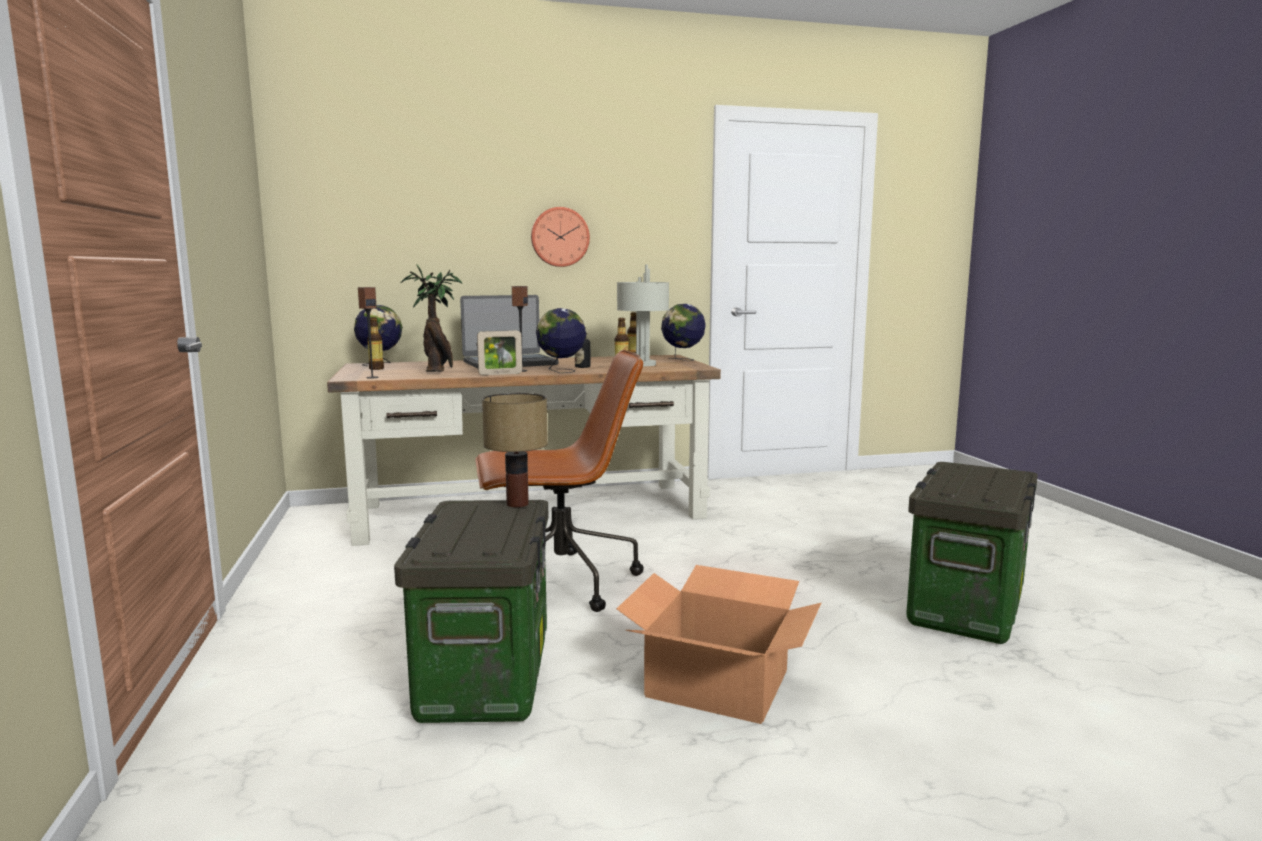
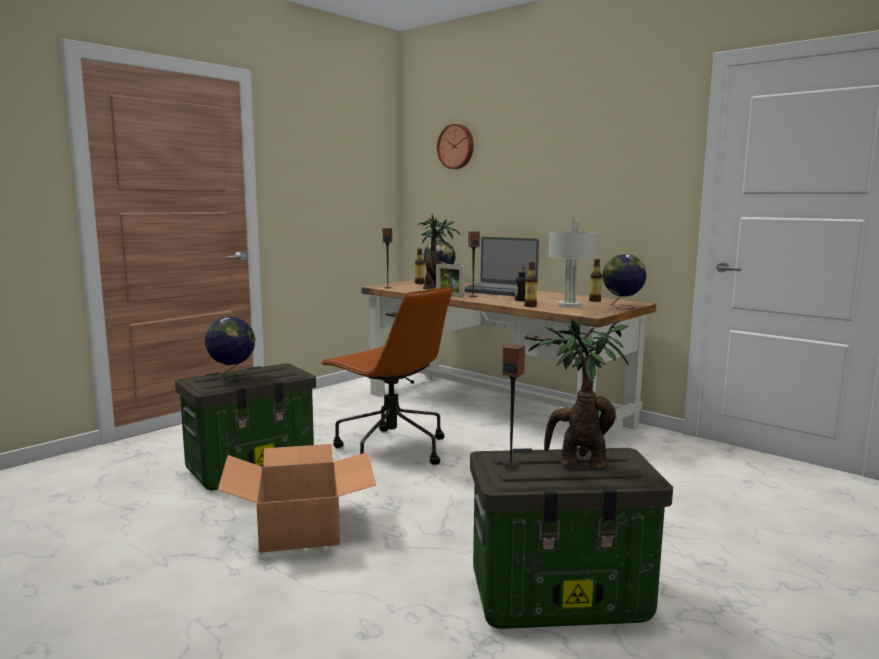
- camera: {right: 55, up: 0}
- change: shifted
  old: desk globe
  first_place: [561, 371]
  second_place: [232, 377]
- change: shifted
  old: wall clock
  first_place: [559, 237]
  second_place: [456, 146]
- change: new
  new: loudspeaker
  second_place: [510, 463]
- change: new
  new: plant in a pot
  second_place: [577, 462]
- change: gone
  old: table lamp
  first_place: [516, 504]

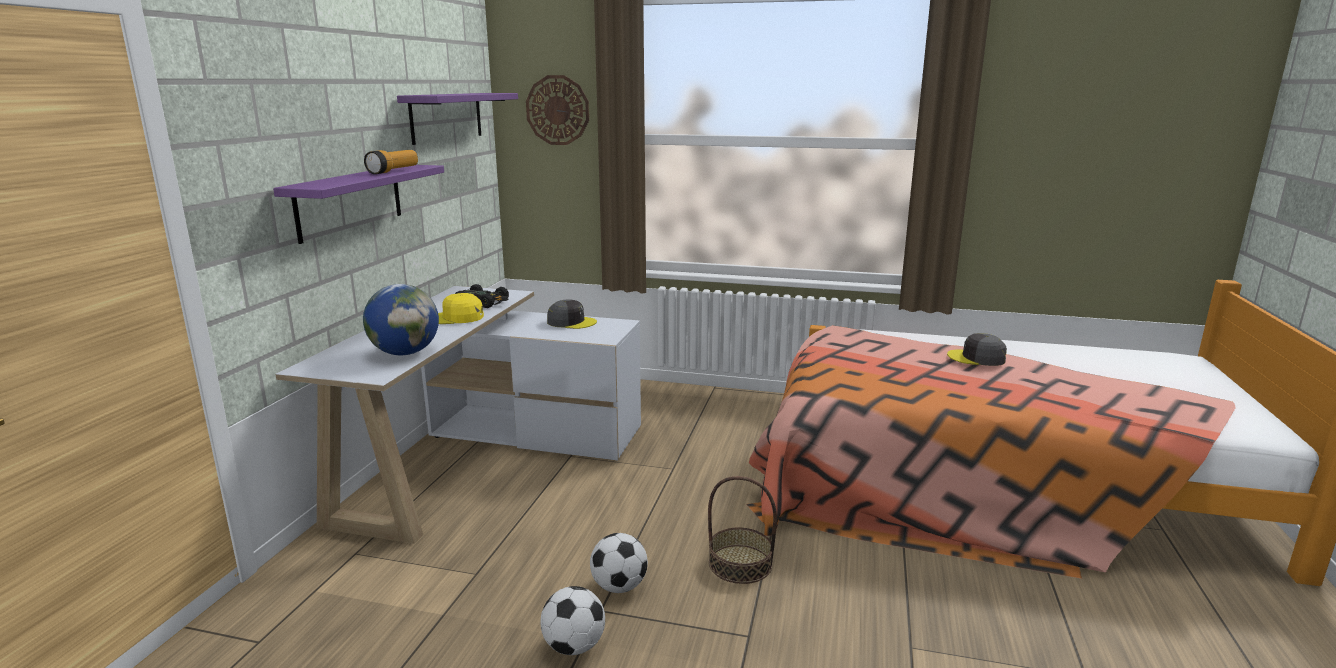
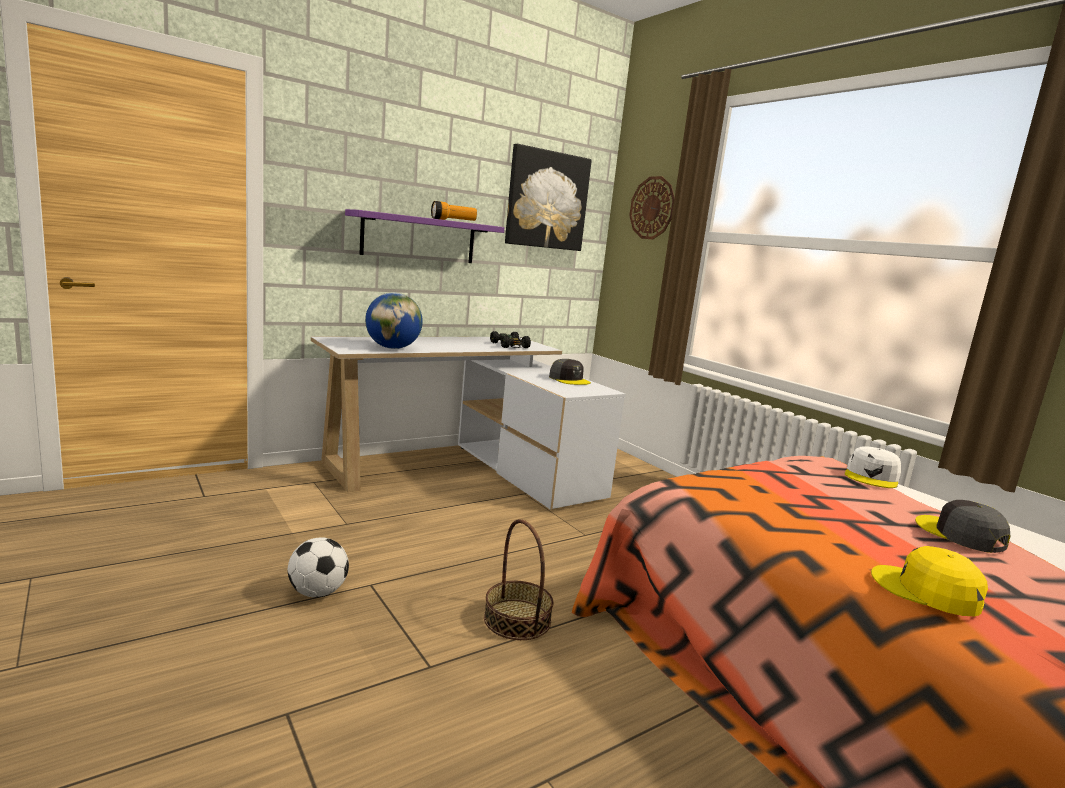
- camera: {right: 40, up: -5}
- change: swapped
  old: purplish wall shelf
  new: picture
  first_place: [446, 117]
  second_place: [547, 200]
- change: new
  new: whitish cap
  second_place: [872, 477]
- change: shifted
  old: yellowish cap
  first_place: [457, 317]
  second_place: [926, 591]
- change: gone
  old: football ball
  first_place: [619, 586]

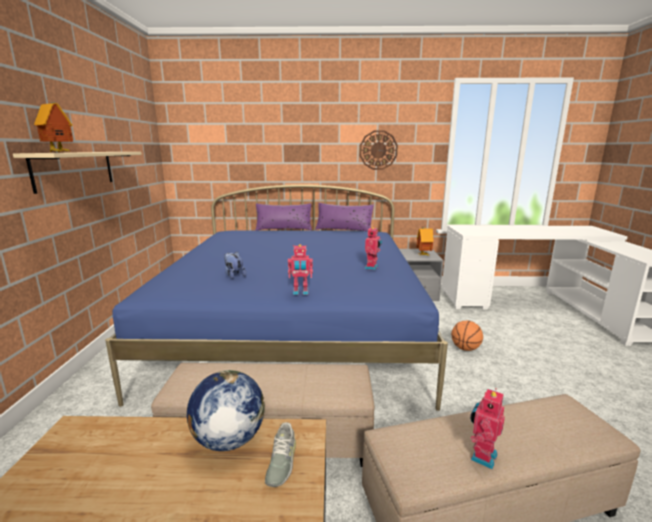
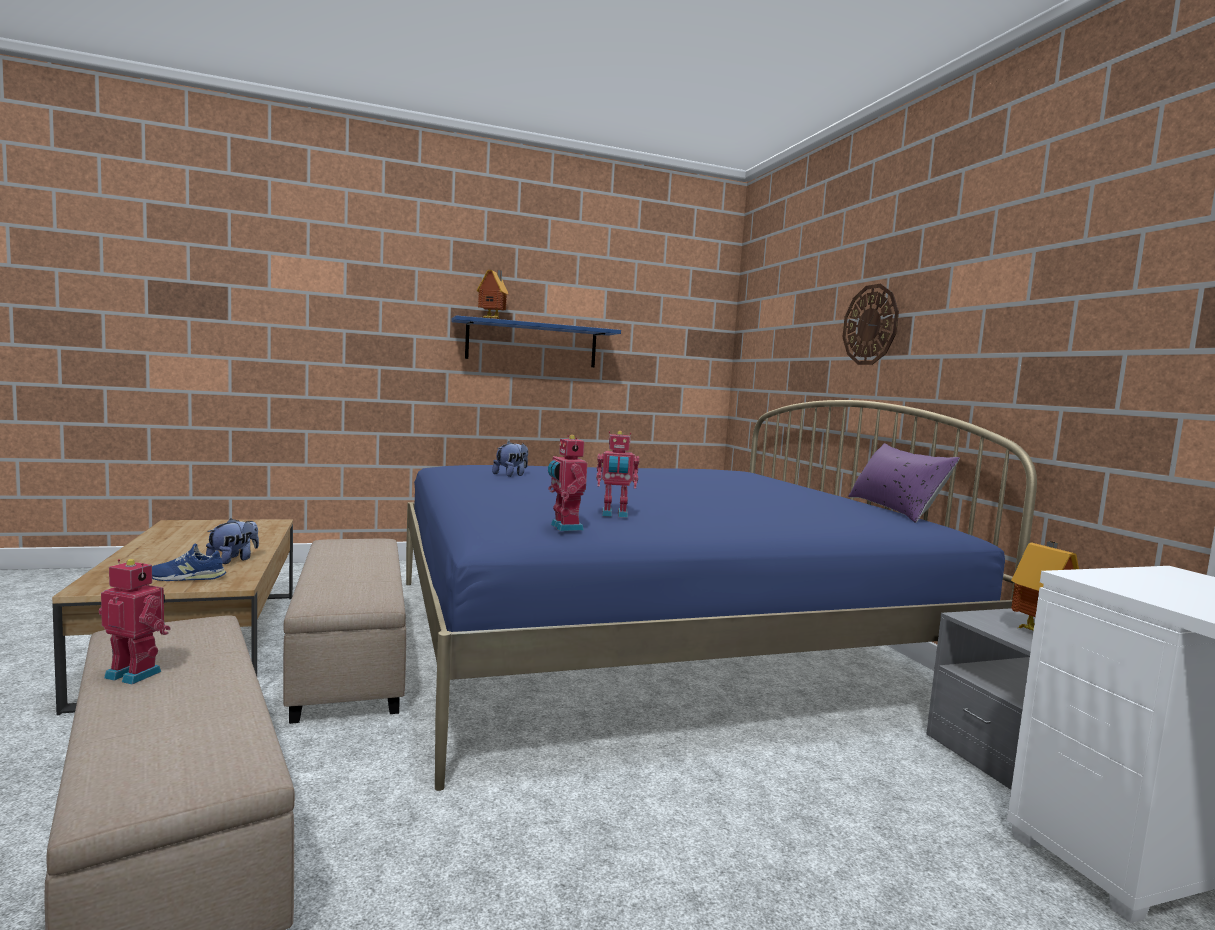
- camera: {right: 70, up: -10}
- change: repainted
  old: greyish shoe
  new: blue shoe
  first_place: [281, 462]
  second_place: [187, 577]
- change: swapped
  old: desk globe
  new: cuddly toy
  first_place: [228, 439]
  second_place: [233, 560]
- change: repainted
  old: beige wall shelf
  new: blue wall shelf
  first_place: [75, 169]
  second_place: [532, 344]
- change: shifted
  old: model robot
  first_place: [300, 292]
  second_place: [564, 527]
- change: shifted
  old: wall clock
  first_place: [378, 150]
  second_place: [870, 325]
- change: gone
  old: purplish pillow
  first_place: [284, 229]
- change: gone
  old: basketball ball
  first_place: [465, 348]

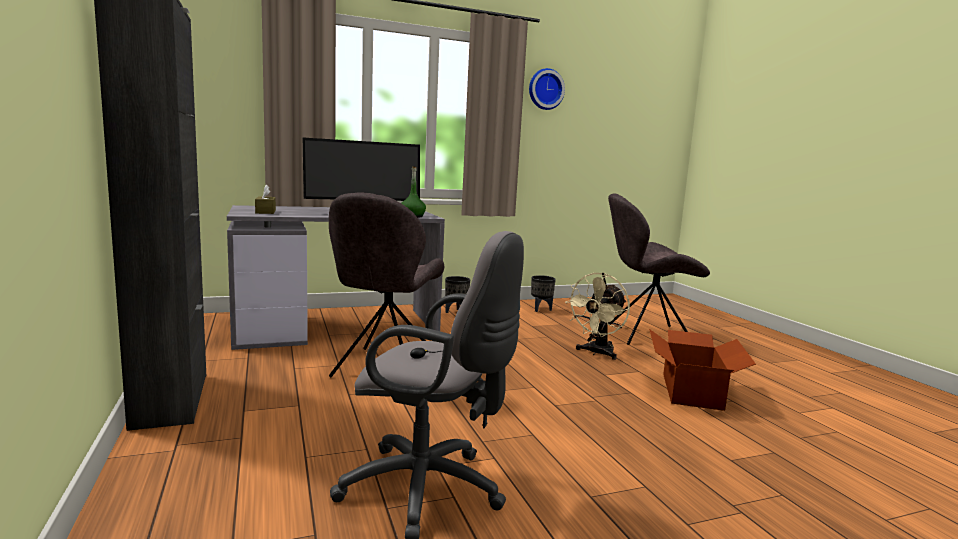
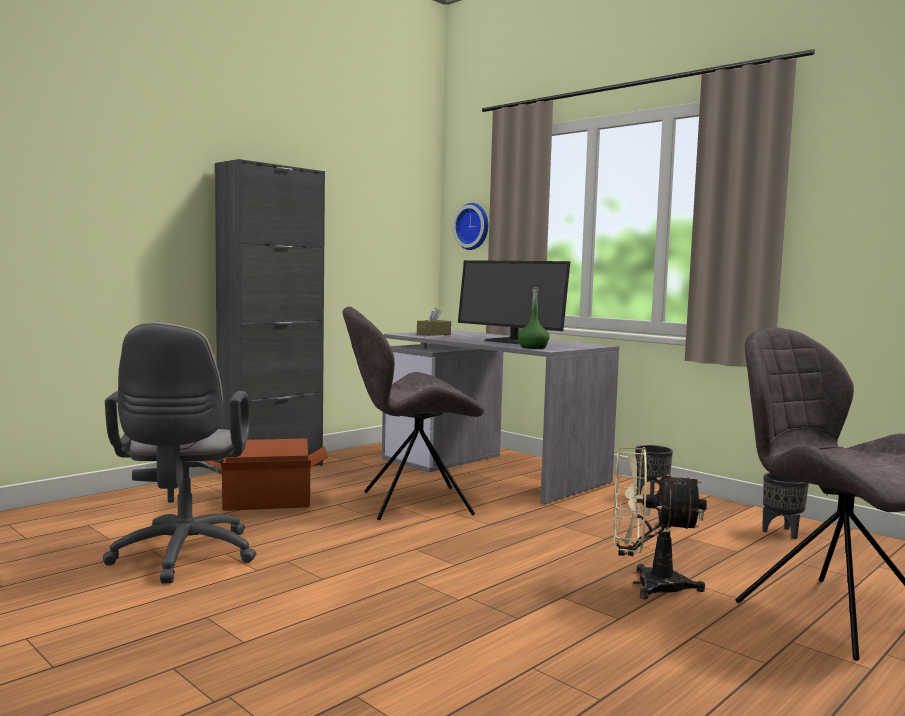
- camera: {right: 65, up: -5}
- change: shifted
  old: carton
  first_place: [692, 391]
  second_place: [267, 501]
- change: shifted
  old: wall clock
  first_place: [545, 89]
  second_place: [473, 226]

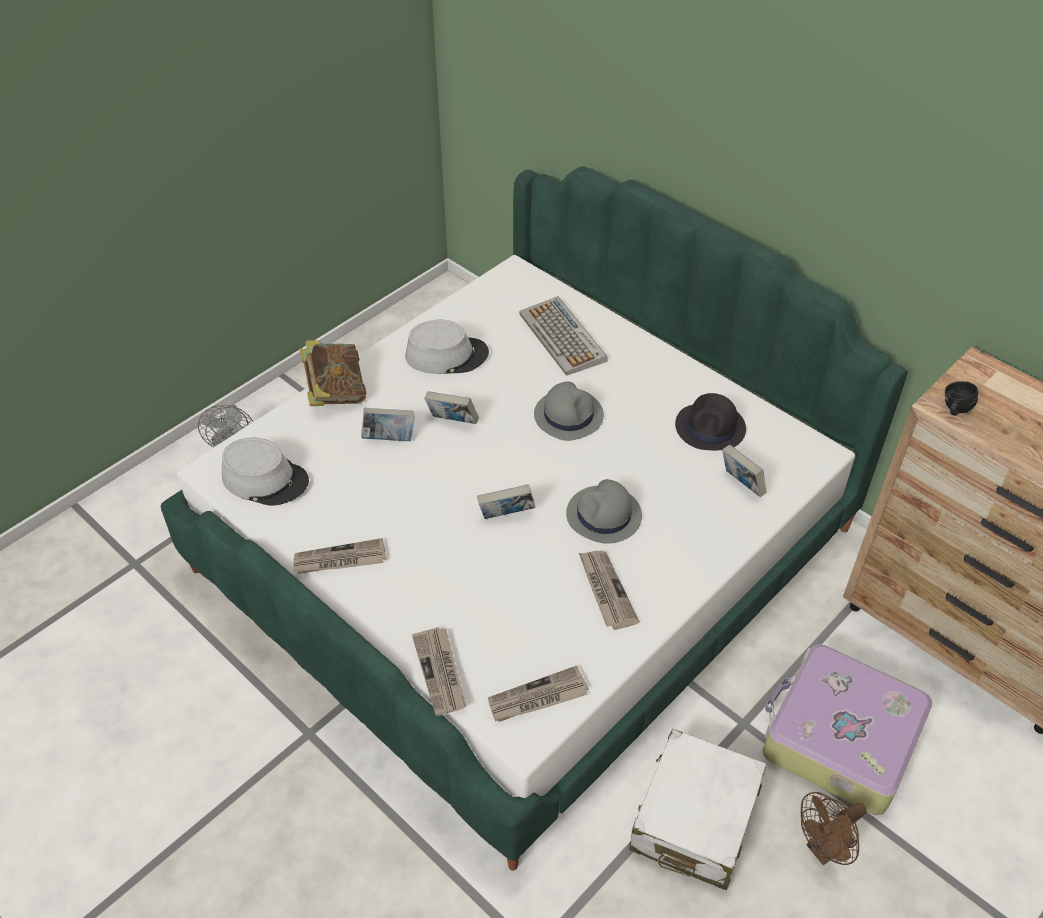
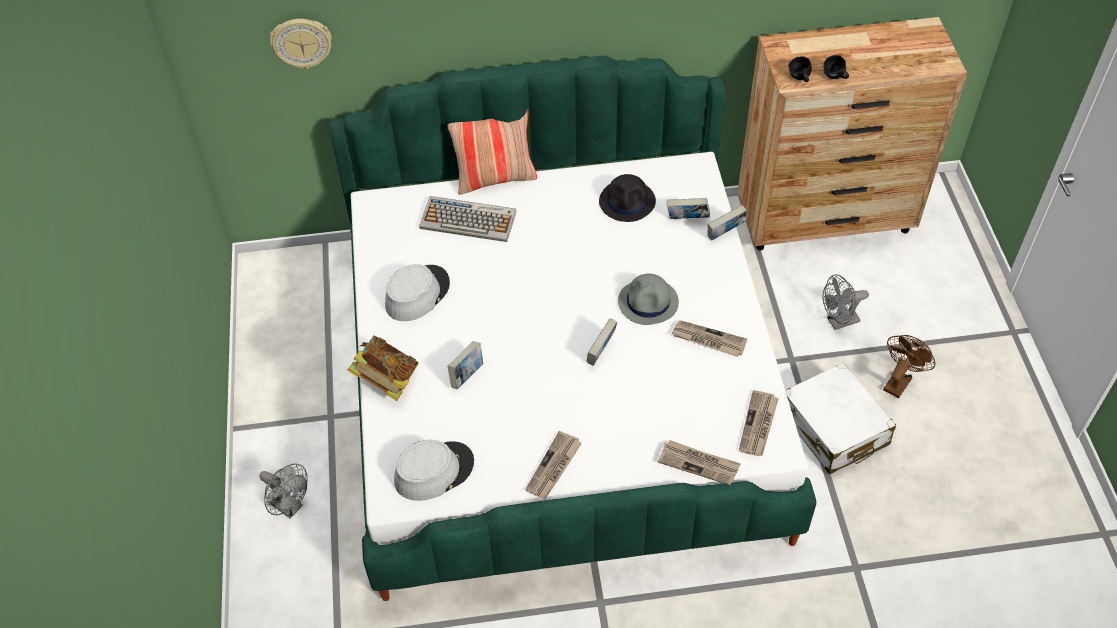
- camera: {right: -50, up: 5}
- change: new
  new: wall clock
  second_place: [301, 42]
- change: new
  new: pillow
  second_place: [495, 178]
- change: shifted
  old: volume
  first_place: [452, 422]
  second_place: [725, 234]
- change: swapped
  old: piece of luggage
  new: greyish electric fan
  first_place: [839, 739]
  second_place: [838, 322]
- change: new
  new: black-coloured mug
  second_place: [834, 77]
- change: rotated
  old: brownish electric fan
  first_place: [824, 849]
  second_place: [899, 380]
  degrees: -150
- change: gone
  old: greyish hat
  first_place: [568, 415]

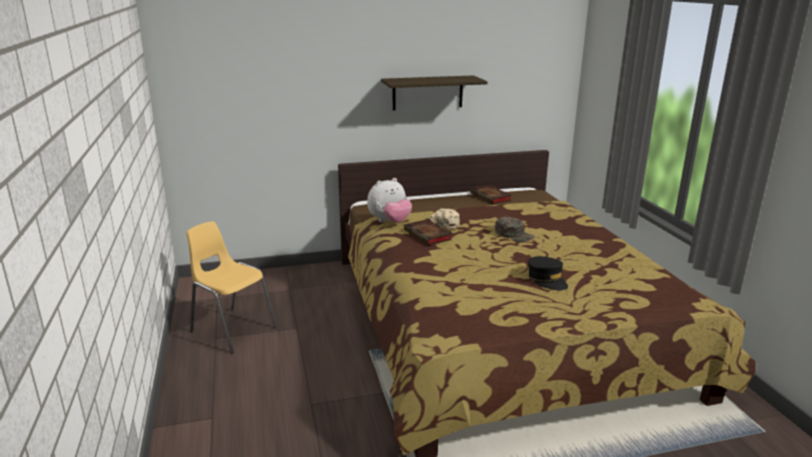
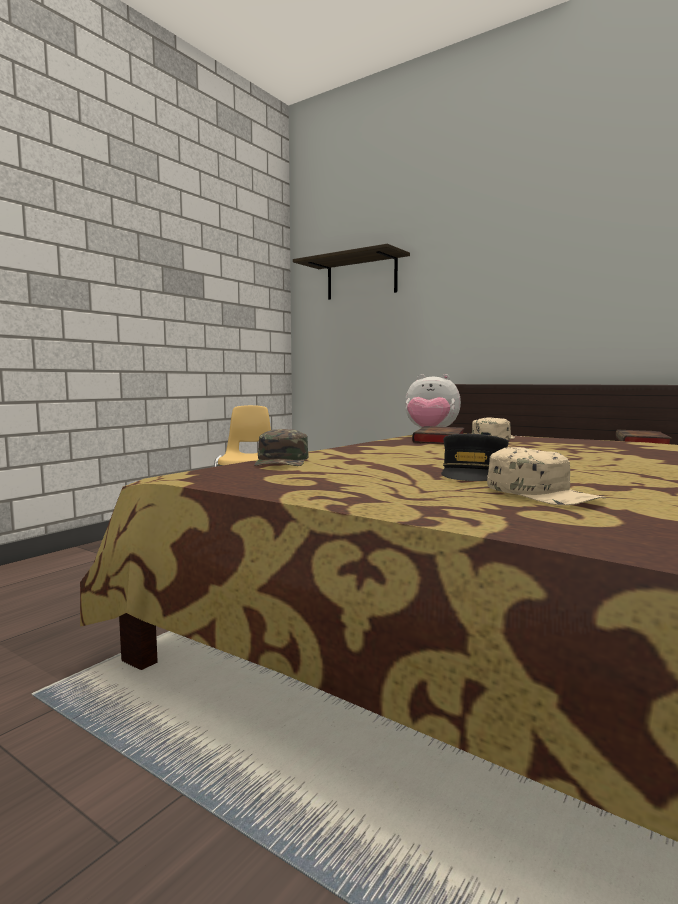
- camera: {right: 50, up: -15}
- change: shifted
  old: greenish cap
  first_place: [514, 234]
  second_place: [282, 461]
- change: shifted
  old: wall shelf
  first_place: [427, 92]
  second_place: [361, 278]
- change: new
  new: beige cap
  second_place: [542, 493]

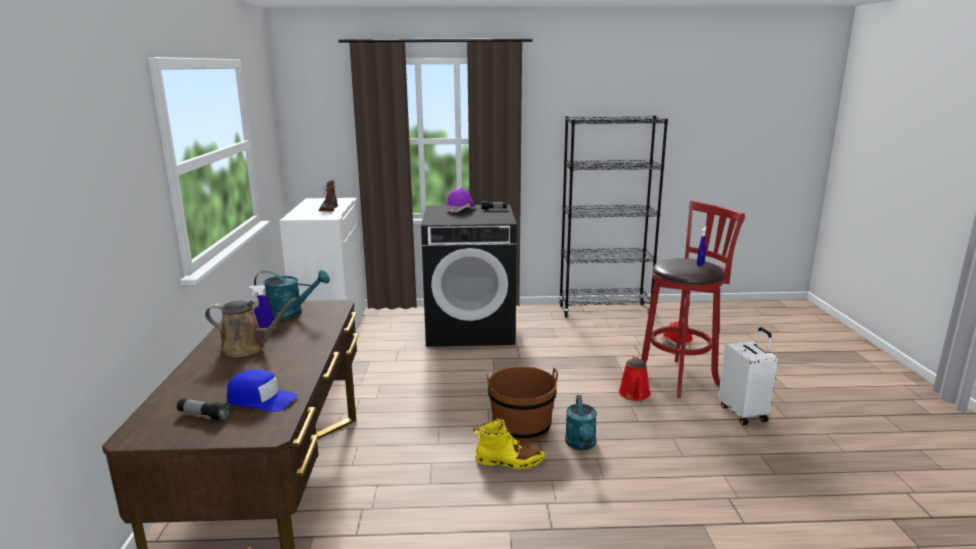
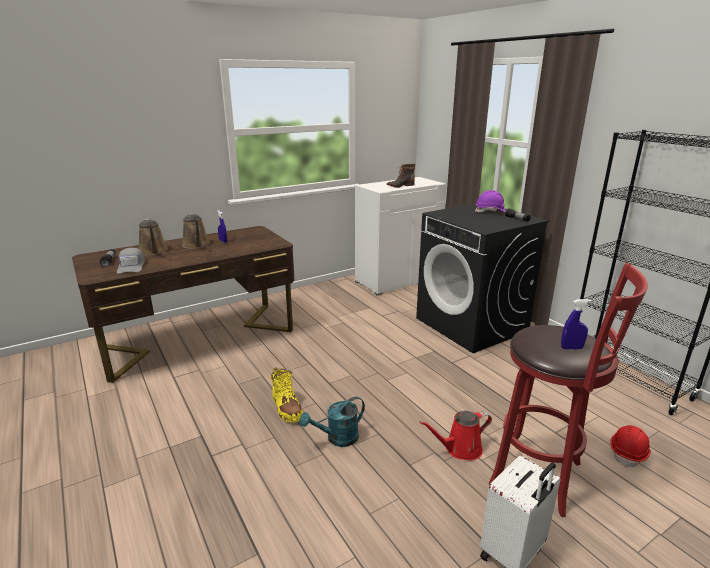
- camera: {right: 60, up: 5}
- change: repainted
  old: blue cap
  new: greyish cap
  first_place: [261, 399]
  second_place: [131, 266]
- change: new
  new: brownish sprinkling can
  second_place: [154, 252]
- change: gone
  old: turquoise sprinkling can
  first_place: [291, 313]
- change: gone
  old: brownish pail
  first_place: [521, 427]

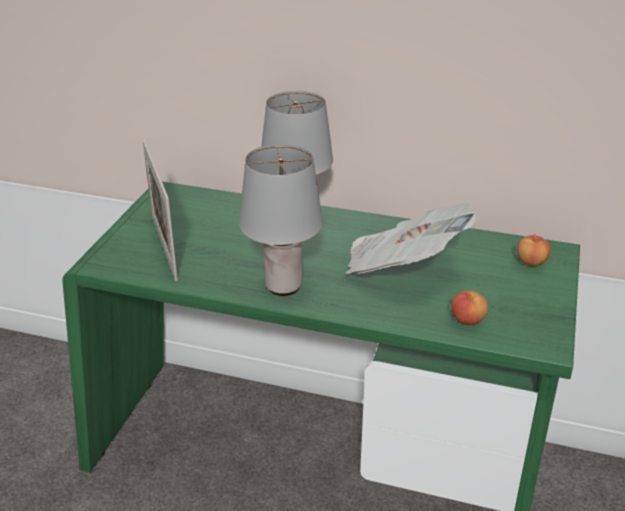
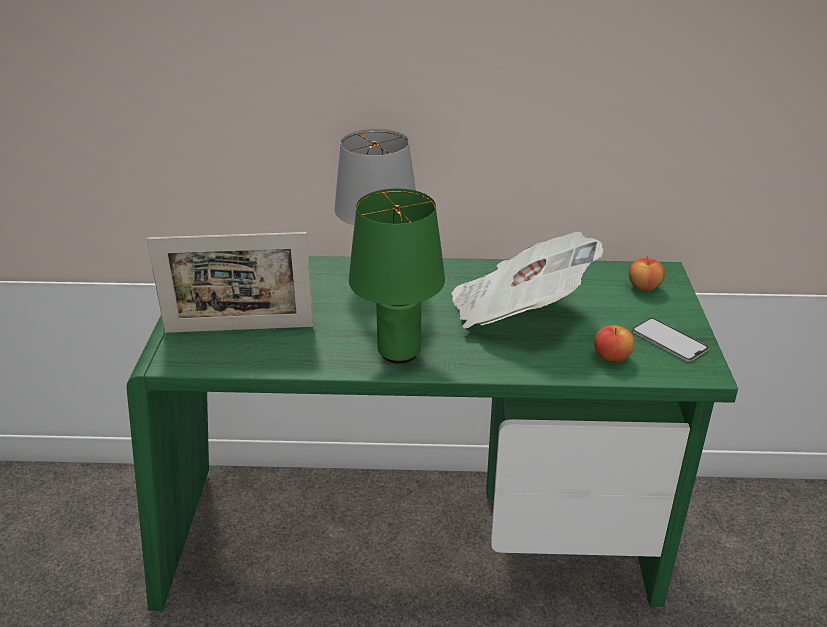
- camera: {right: -15, up: 0}
- change: rotated
  old: picture frame
  first_place: [164, 247]
  second_place: [239, 329]
  degrees: -60
- change: repainted
  old: greyish table lamp
  new: greenish table lamp
  first_place: [283, 287]
  second_place: [399, 353]
- change: new
  new: telephone
  second_place: [669, 340]

